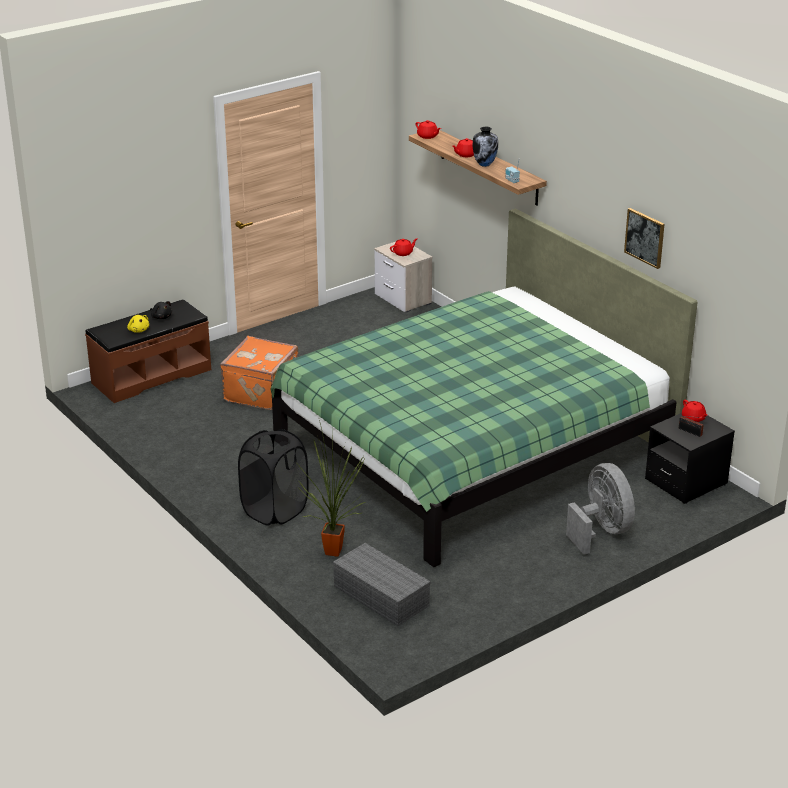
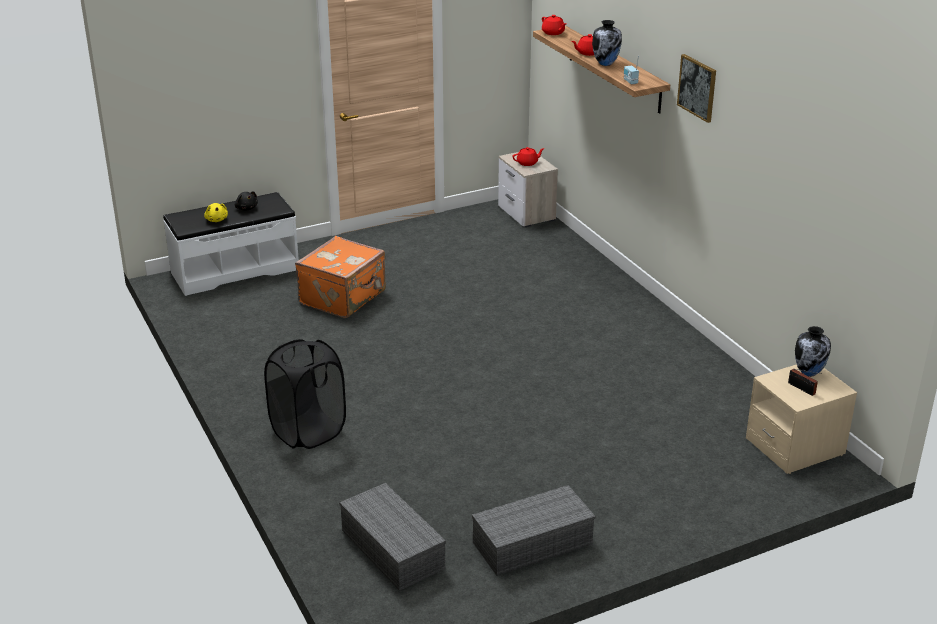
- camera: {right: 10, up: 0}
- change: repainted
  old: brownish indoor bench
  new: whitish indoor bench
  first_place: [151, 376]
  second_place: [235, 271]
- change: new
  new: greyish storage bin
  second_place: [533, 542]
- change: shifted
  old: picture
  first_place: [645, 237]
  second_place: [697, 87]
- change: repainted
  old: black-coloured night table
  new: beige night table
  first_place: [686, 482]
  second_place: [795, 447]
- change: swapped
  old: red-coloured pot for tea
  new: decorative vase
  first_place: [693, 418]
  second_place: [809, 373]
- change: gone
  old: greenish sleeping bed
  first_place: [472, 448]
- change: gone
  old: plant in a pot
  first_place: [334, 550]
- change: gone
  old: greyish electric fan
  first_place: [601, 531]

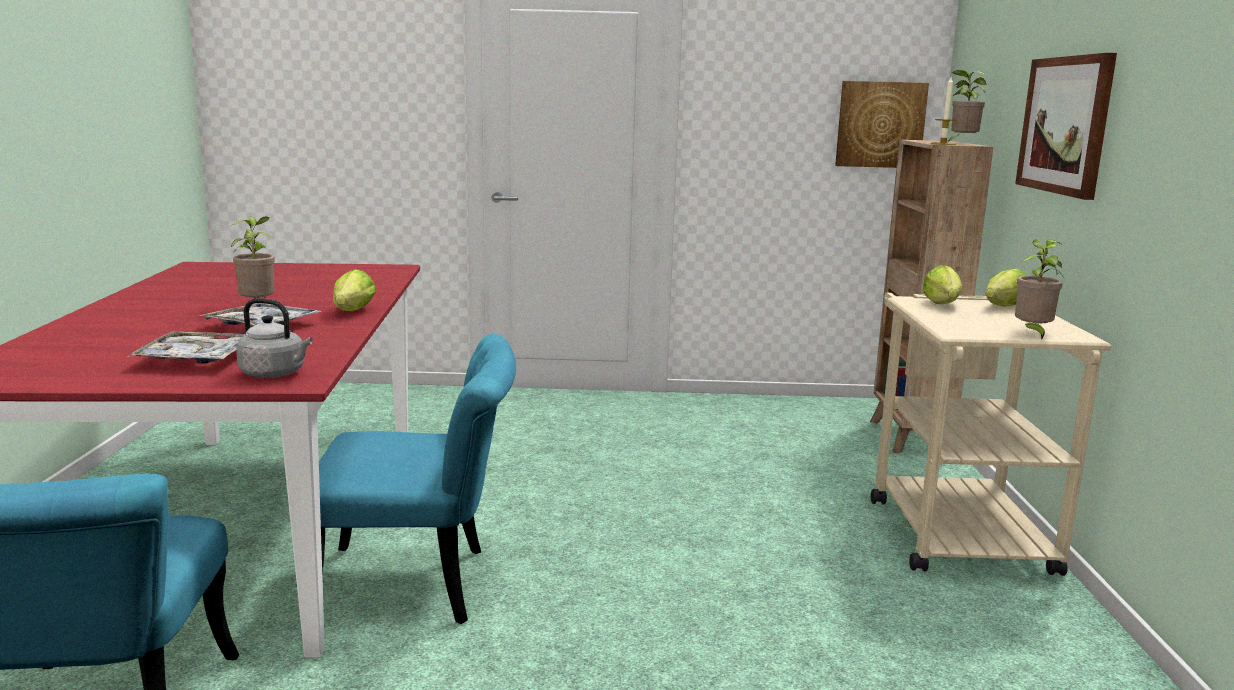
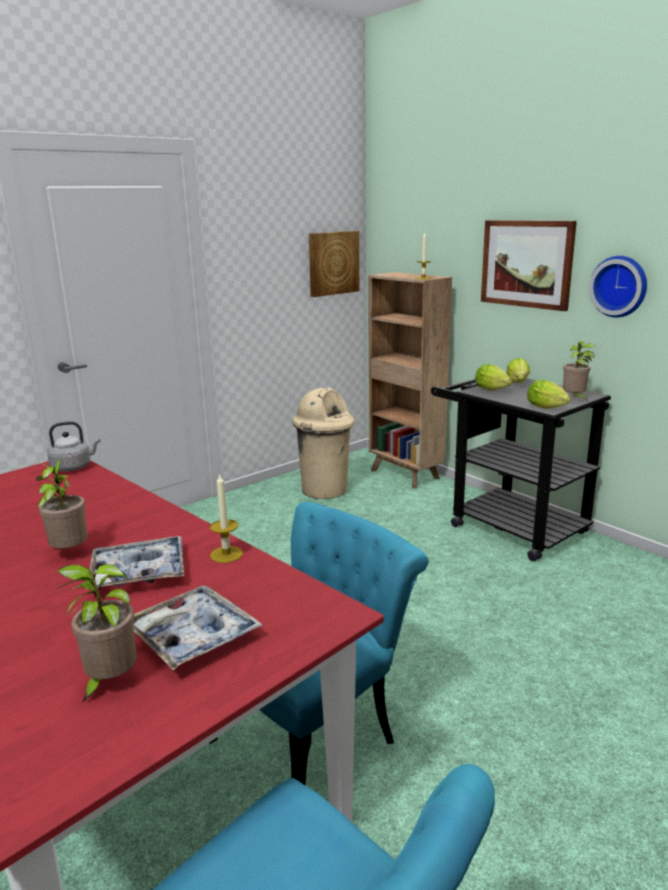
- camera: {right: -40, up: 5}
- change: shifted
  old: greyish kettle
  first_place: [275, 374]
  second_place: [74, 467]
- change: shifted
  old: plant in a pot
  first_place: [961, 143]
  second_place: [109, 683]
- change: new
  new: candle
  second_place: [226, 554]
- change: new
  new: beige waste bin
  second_place: [325, 490]
- change: repainted
  old: beige trolley
  new: black-coloured trolley
  first_place: [952, 527]
  second_place: [508, 525]
- change: shifted
  old: lettuce head
  first_place: [352, 312]
  second_place: [548, 408]
- change: new
  new: wall clock
  second_place: [620, 286]

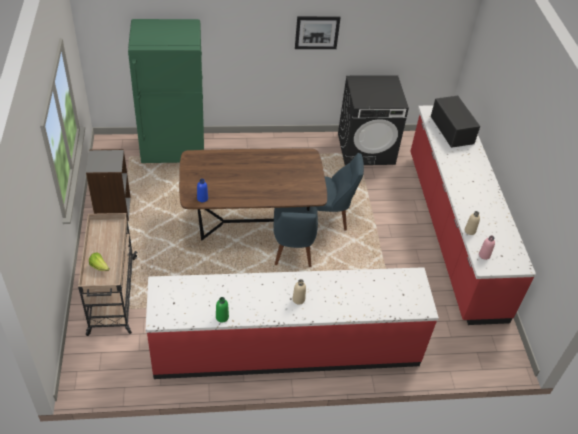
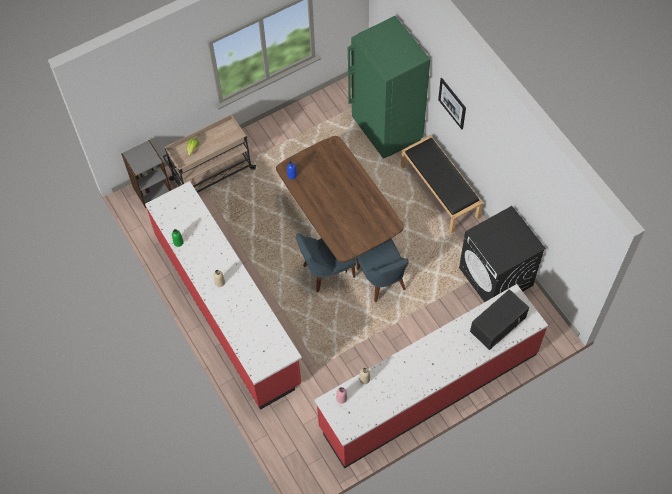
- camera: {right: 70, up: 15}
- change: shifted
  old: greyish shelving unit
  first_place: [112, 209]
  second_place: [152, 190]
- change: new
  new: black-coloured indoor bench
  second_place: [440, 191]
- change: shifted
  old: picture
  first_place: [317, 32]
  second_place: [452, 103]

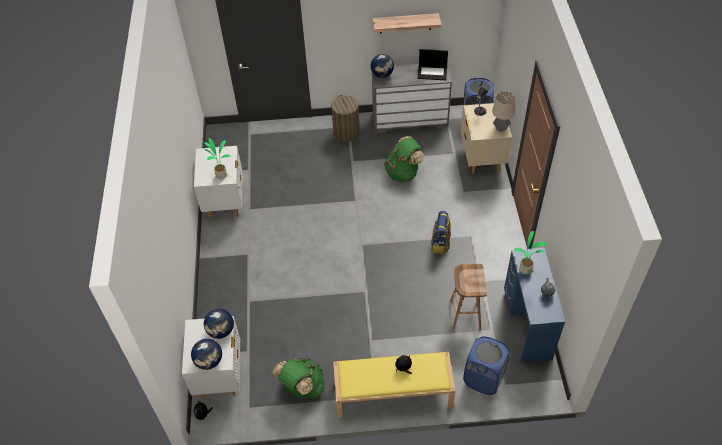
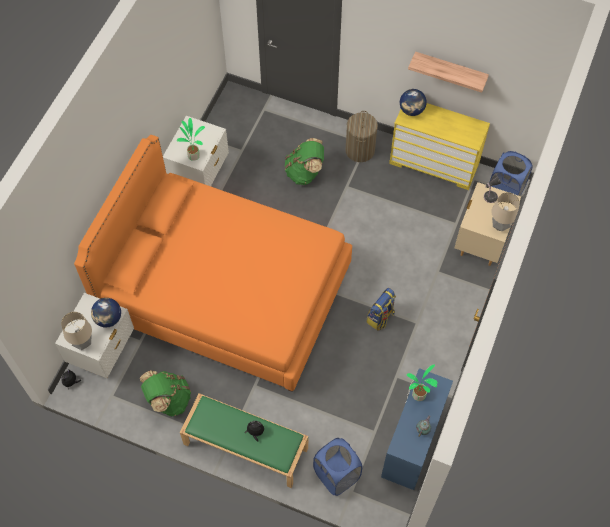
- camera: {right: 25, up: 10}
- change: swapped
  old: desk globe
  new: table lamp
  first_place: [209, 361]
  second_place: [83, 343]
- change: new
  new: orange sleeping bed
  second_place: [225, 292]
- change: repainted
  old: yellowish indoor bench
  new: greenish indoor bench
  first_place: [392, 393]
  second_place: [245, 446]
- change: shifted
  old: greenish backpack
  first_place: [403, 172]
  second_place: [305, 172]
- change: repainted
  old: greyish dresser
  new: yellowish dresser
  first_place: [410, 119]
  second_place: [434, 163]
- change: gone
  old: notebook computer
  first_place: [432, 72]
- change: gone
  old: brownish stool seat
  first_place: [464, 314]

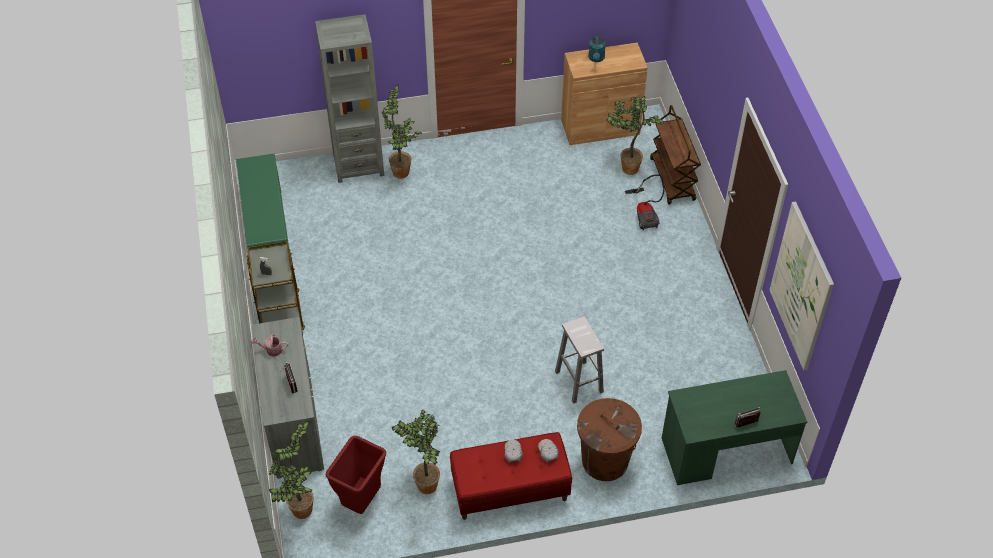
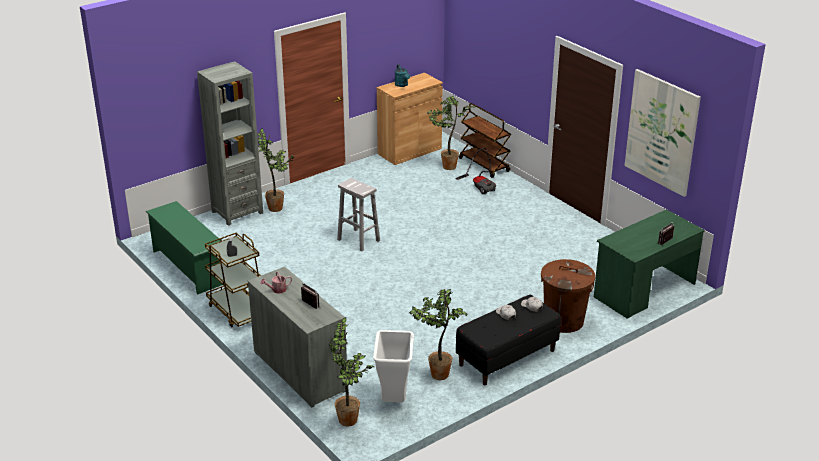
- camera: {right: -25, up: -20}
- change: shifted
  old: whitish stool seat
  first_place: [579, 382]
  second_place: [359, 240]
- change: repainted
  old: red-coloured waste bin
  new: whitish waste bin
  first_place: [361, 500]
  second_place: [393, 399]
- change: repainted
  old: red-coloured indoor bench
  new: black-coloured indoor bench
  first_place: [510, 490]
  second_place: [507, 358]

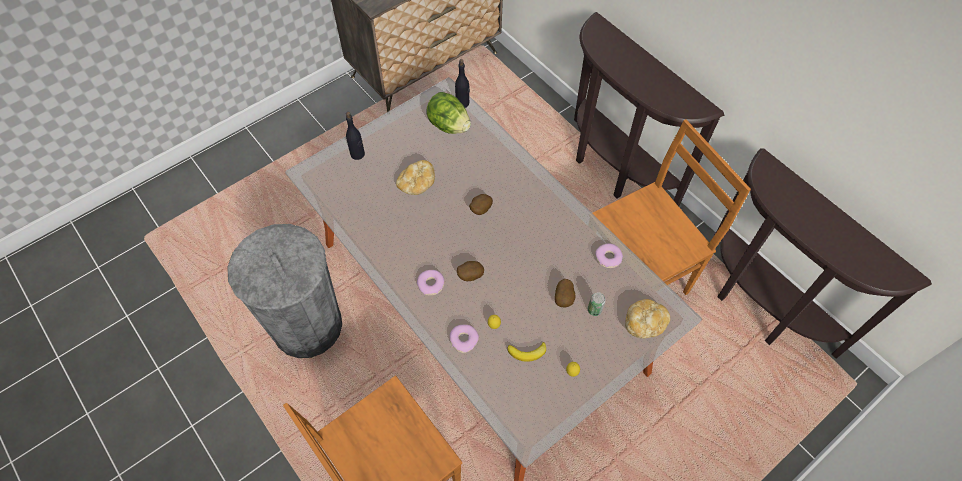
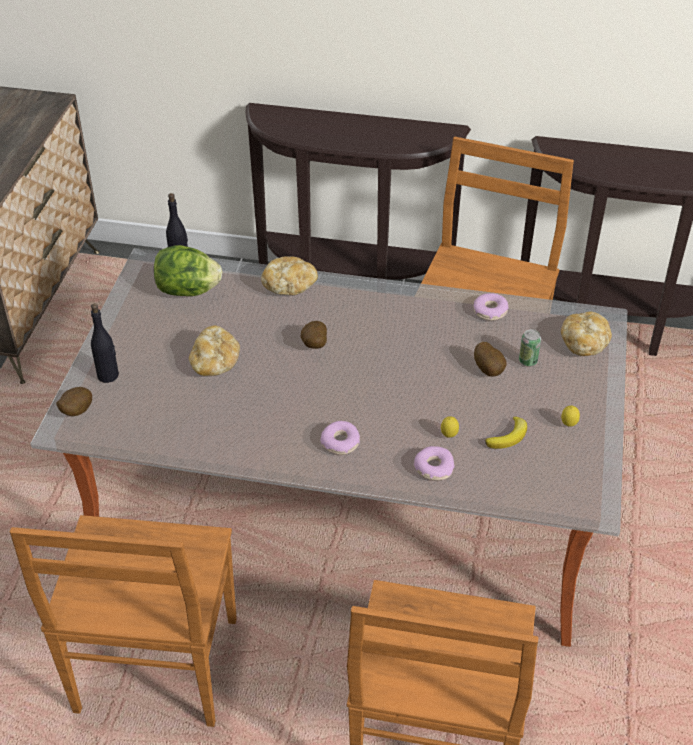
- camera: {right: -40, up: -15}
- change: swapped
  old: greyish waste bin
  new: brownish chair
  first_place: [307, 326]
  second_place: [155, 669]
- change: shifted
  old: spud
  first_place: [470, 275]
  second_place: [76, 412]
- change: new
  new: bread
  second_place: [289, 286]

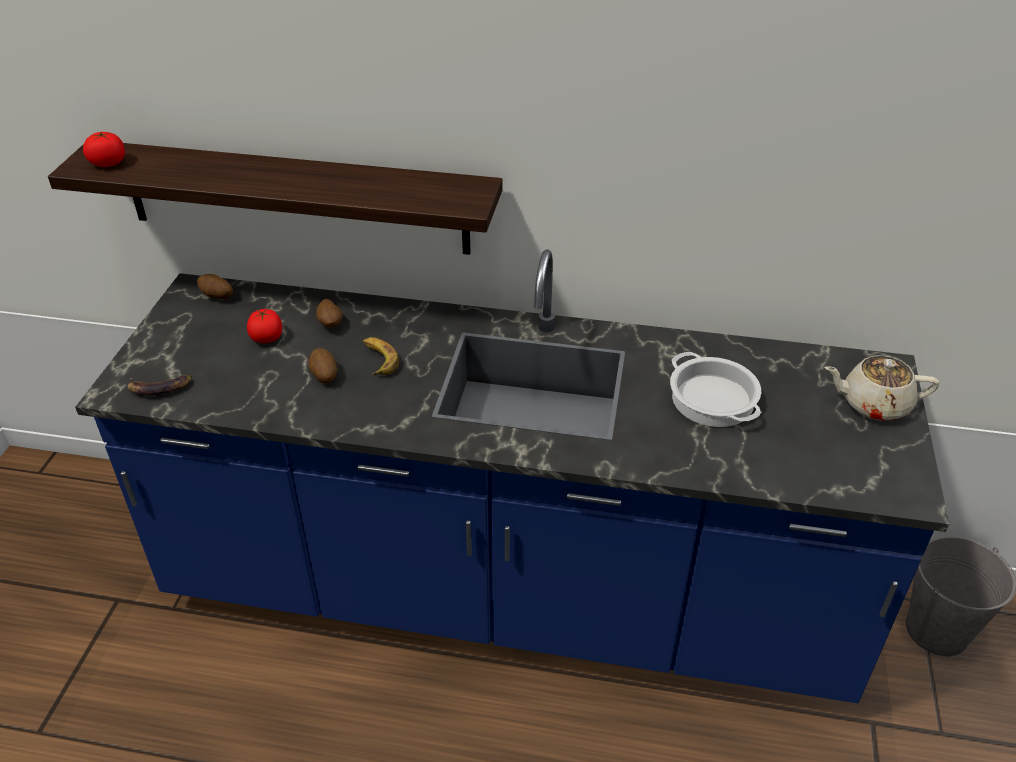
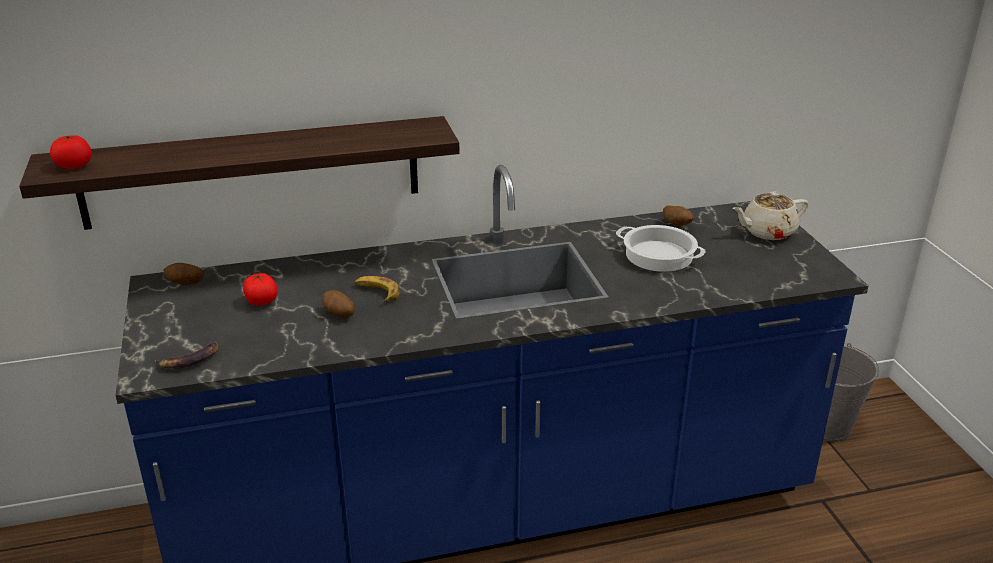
- camera: {right: -25, up: -10}
- change: shifted
  old: spud
  first_place: [330, 324]
  second_place: [677, 225]

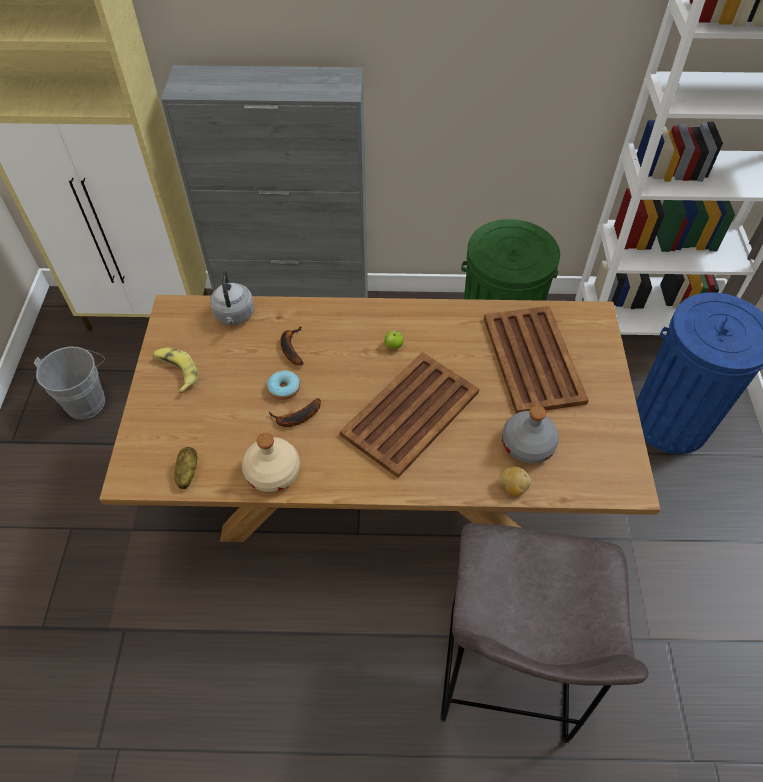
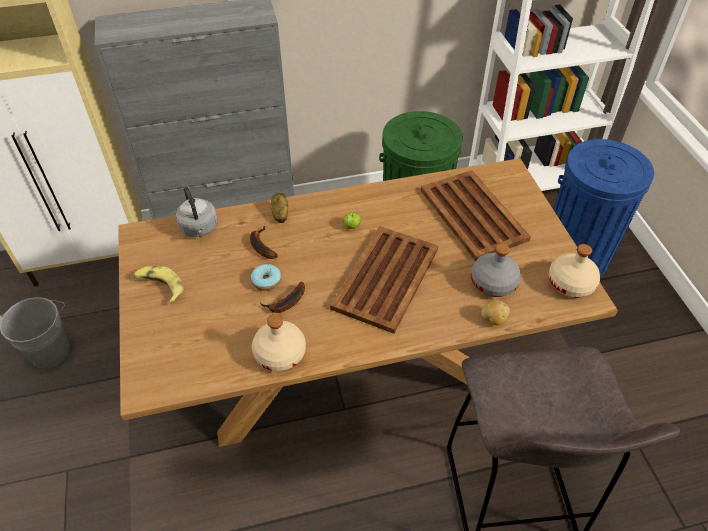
- camera: {right: -15, up: -5}
- change: shifted
  old: spud
  first_place: [187, 473]
  second_place: [280, 214]
- change: new
  new: beige beverage bottle
  second_place: [571, 283]

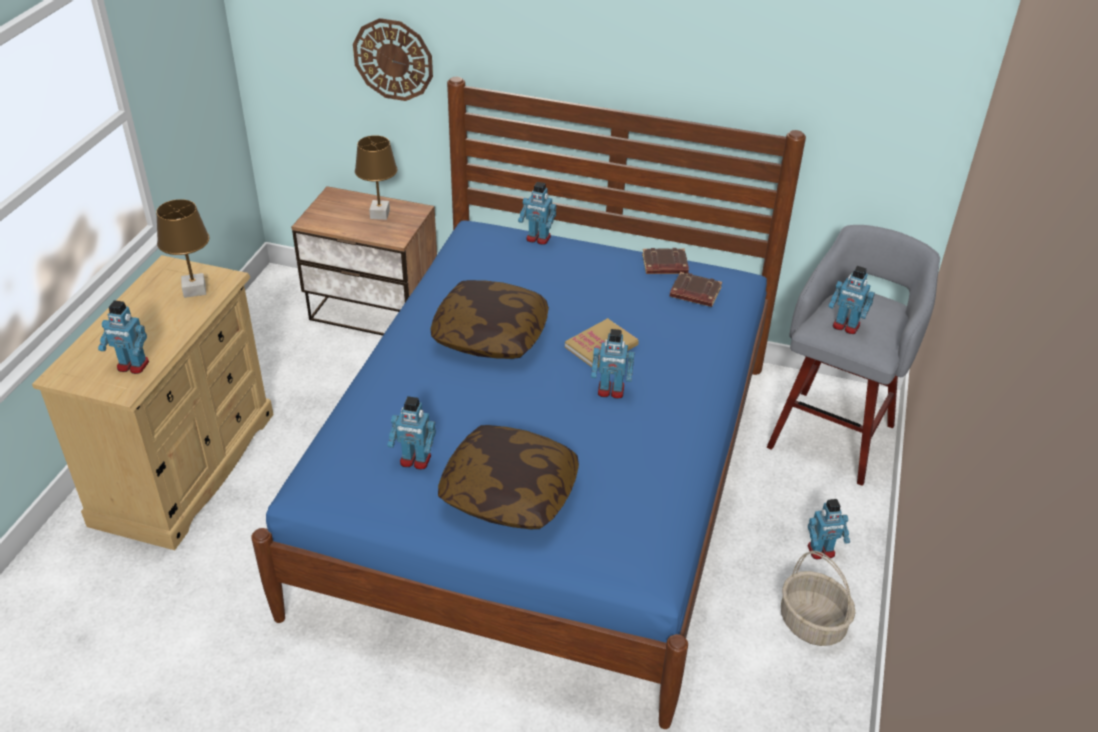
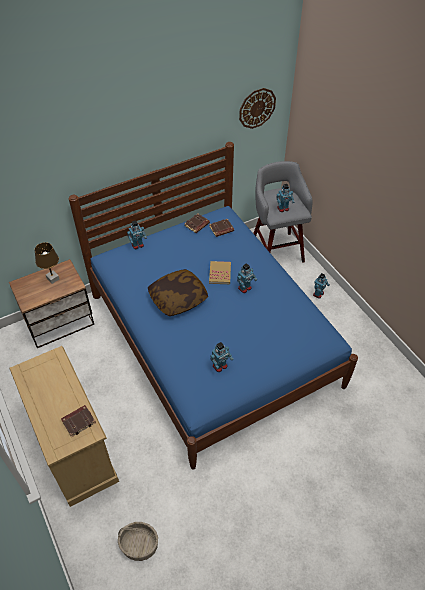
- camera: {right: -45, up: 10}
- change: swapped
  old: model robot
  new: brownish volume
  first_place: [132, 366]
  second_place: [79, 421]
- change: shifted
  old: household basket
  first_place: [813, 623]
  second_place: [140, 545]
- change: shifted
  old: wall clock
  first_place: [393, 59]
  second_place: [257, 108]
- change: gone
  old: brownish table lamp
  first_place: [194, 290]
- change: gone
  old: pillow
  first_place: [509, 493]

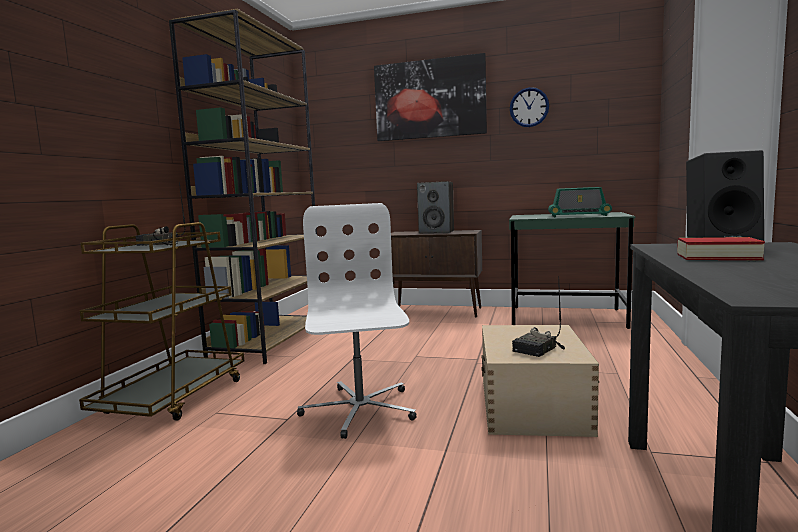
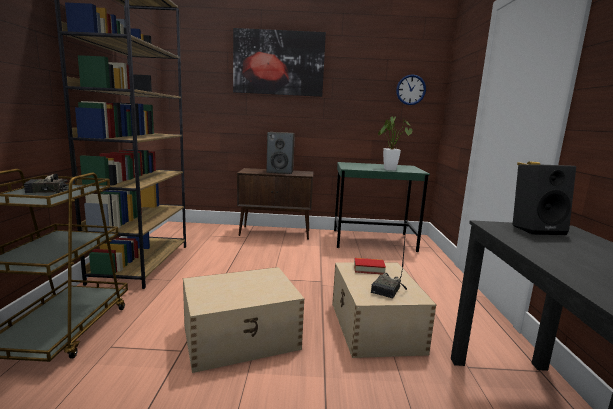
- camera: {right: -15, up: 5}
- change: swapped
  old: whitish computer chair
  new: beige storage bin
  first_place: [359, 410]
  second_place: [242, 337]
- change: shifted
  old: volume
  first_place: [717, 256]
  second_place: [369, 269]
- change: swapped
  old: radio
  new: plant in a pot
  first_place: [578, 216]
  second_place: [389, 169]
- change: shifted
  old: wall clock
  first_place: [529, 107]
  second_place: [411, 90]

